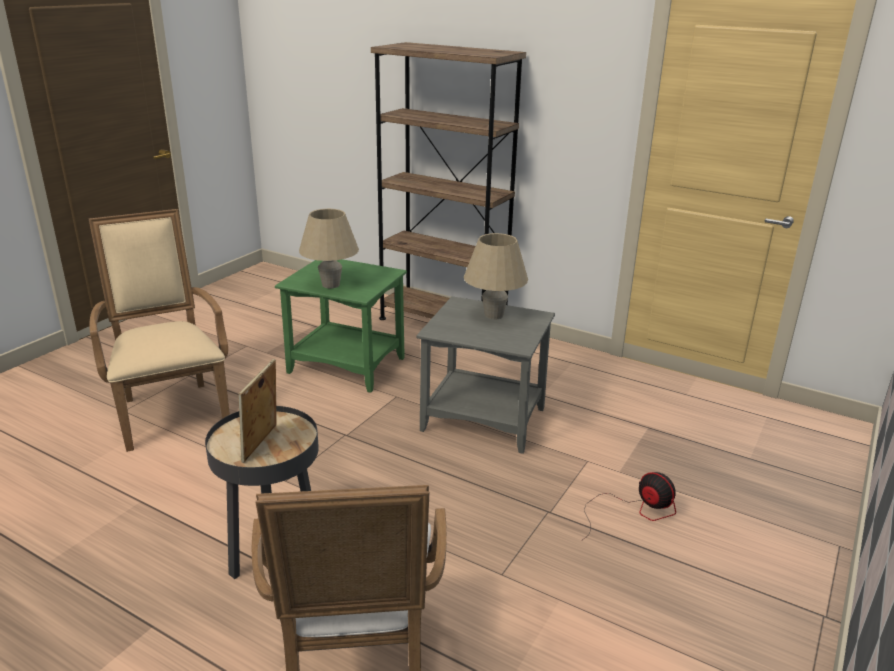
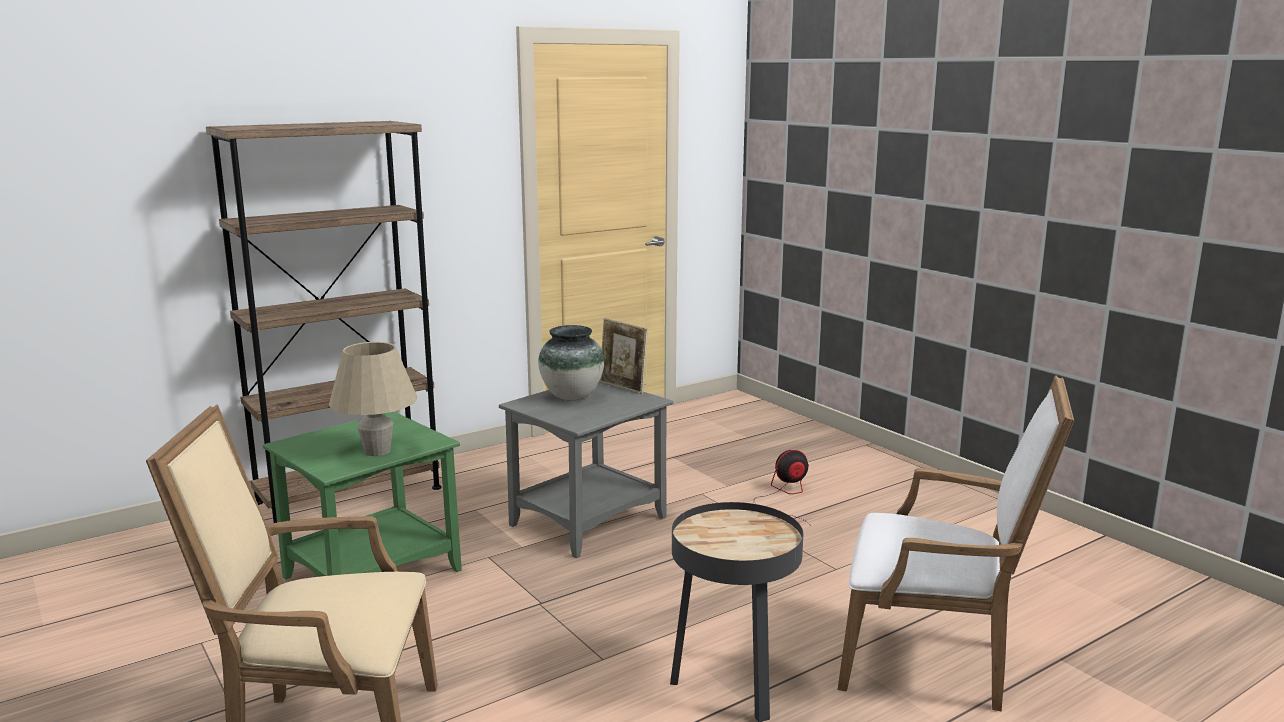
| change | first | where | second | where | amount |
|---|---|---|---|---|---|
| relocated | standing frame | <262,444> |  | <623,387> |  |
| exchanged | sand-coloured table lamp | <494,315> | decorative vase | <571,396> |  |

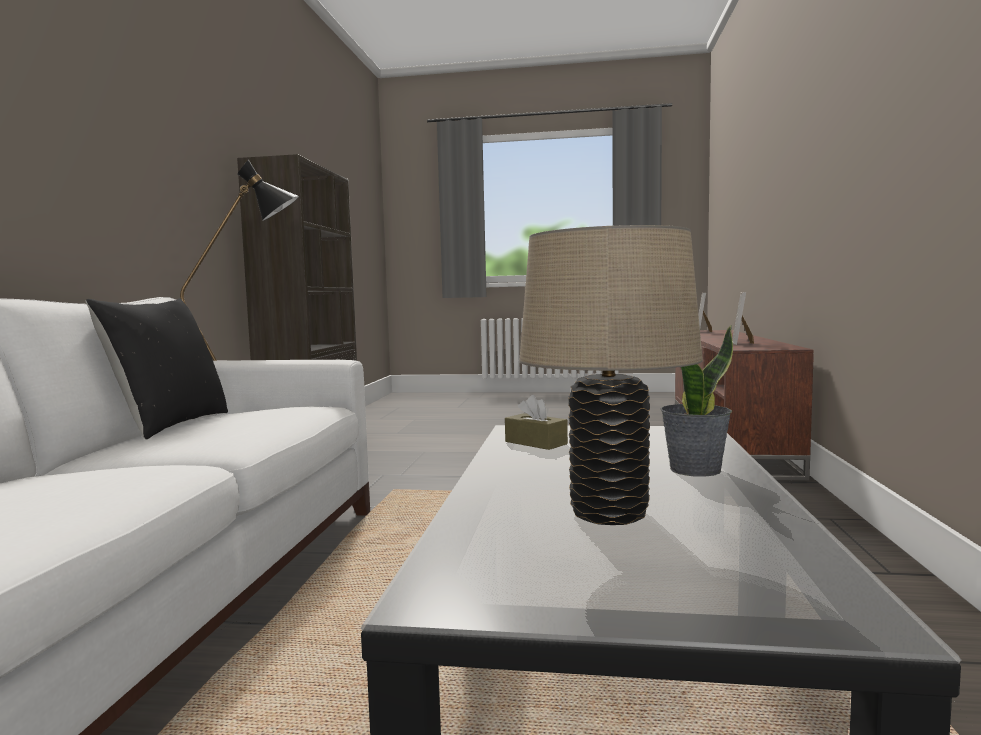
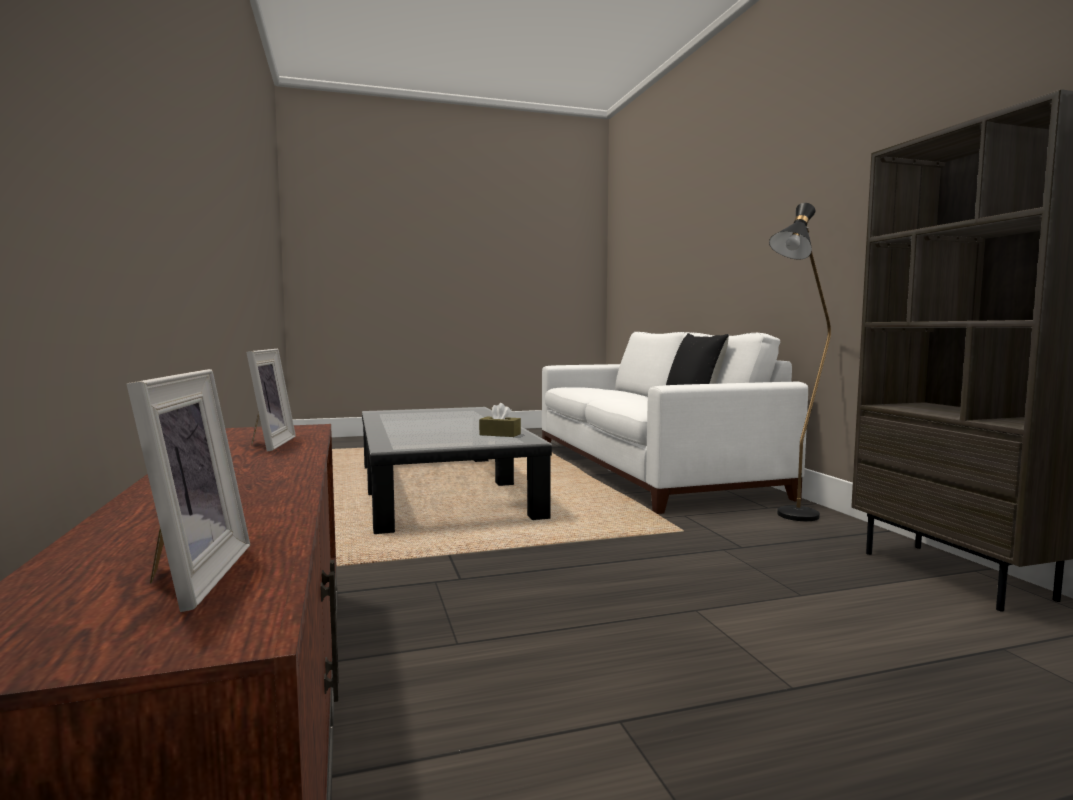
| change | first | where | second | where | amount |
|---|---|---|---|---|---|
| missing | sand-coloured table lamp | <609,513> |  |  |  |
| missing | potted plant | <694,469> |  |  |  |

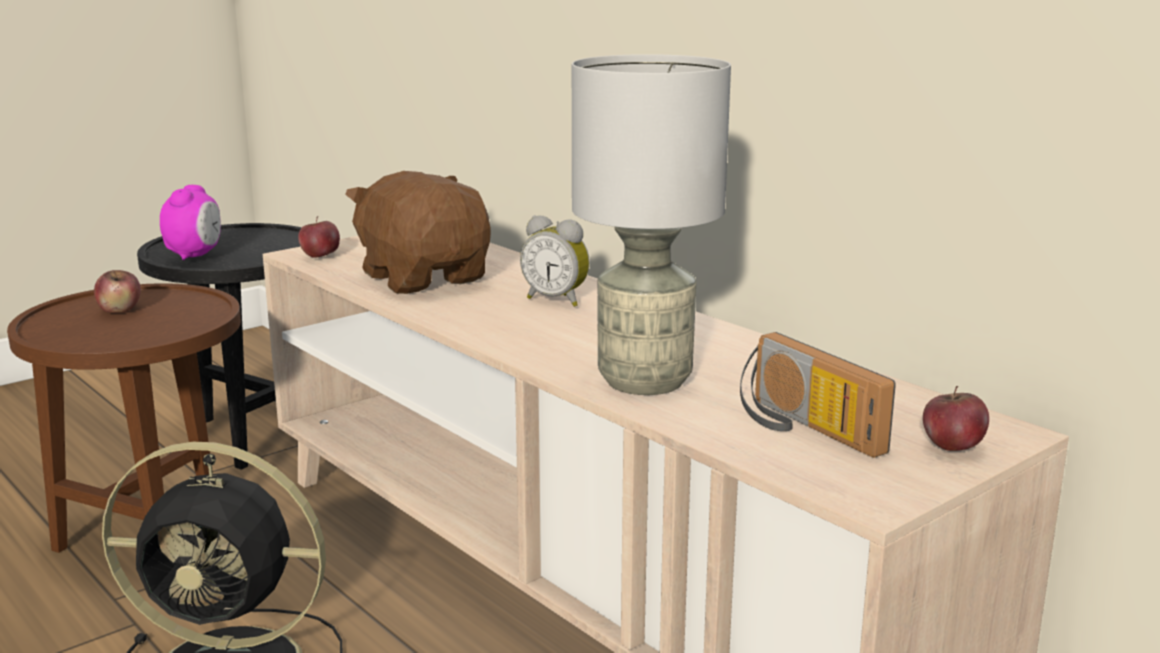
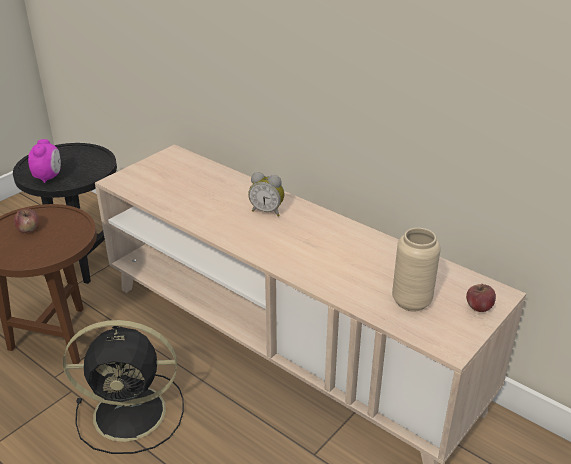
| change | first | where | second | where | amount |
|---|---|---|---|---|---|
| missing | apple | <320,256> |  |  |  |
| missing | brownish plush toy | <425,278> |  |  |  |
| missing | greyish table lamp | <647,381> |  |  |  |
| exchanged | radio set | <802,428> | sand-coloured decorative vase | <411,301> |  |

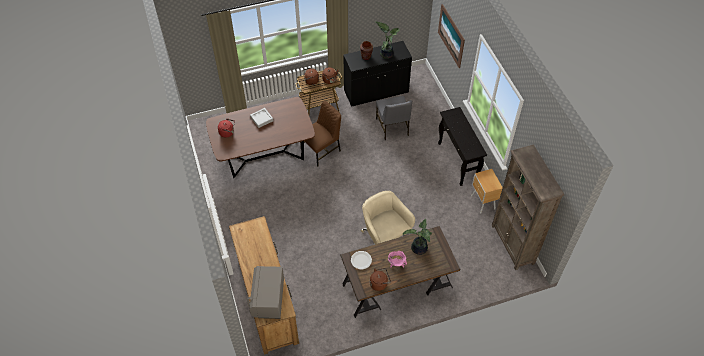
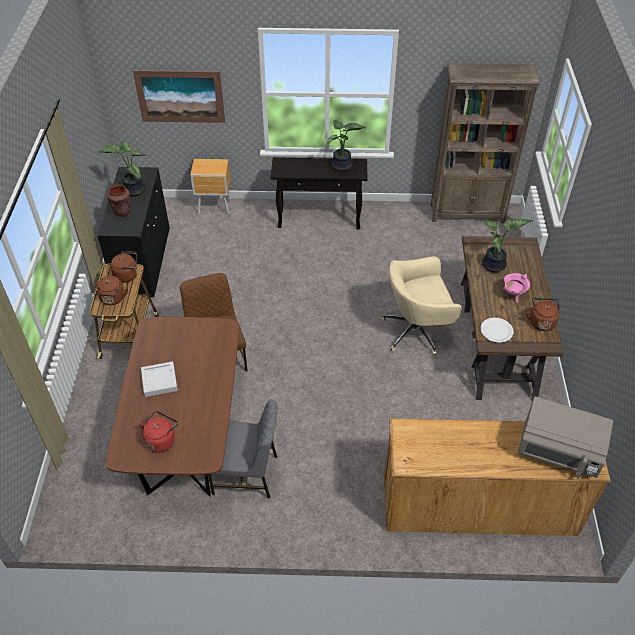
| change | first | where | second | where | amount |
|---|---|---|---|---|---|
| appeared |  |  | potted plant | <342,167> |  |
| relocated | greyish plain chair | <392,127> |  | <246,474> |  |
| relocated | brownish nightstand | <482,203> |  | <215,207> |  |

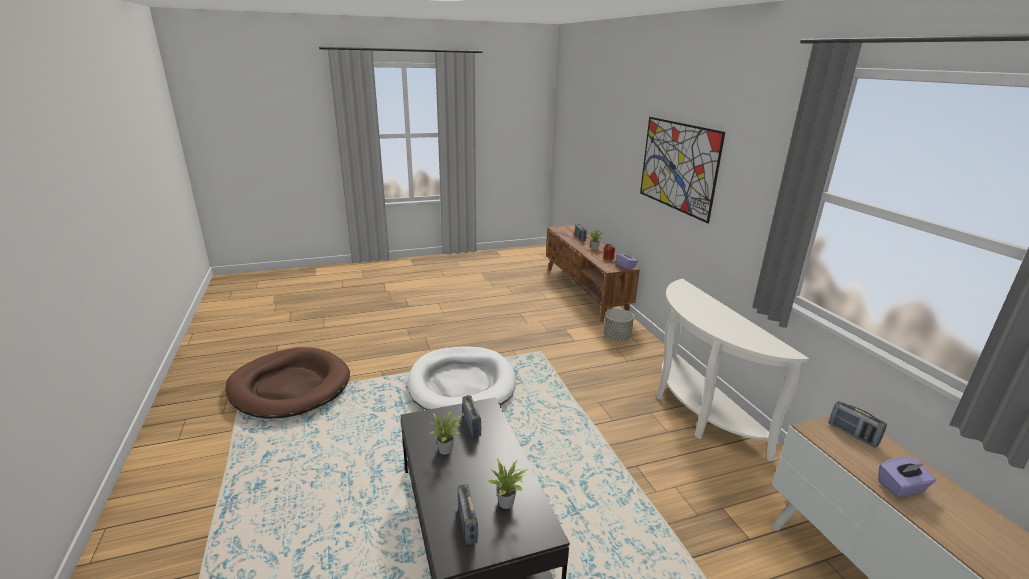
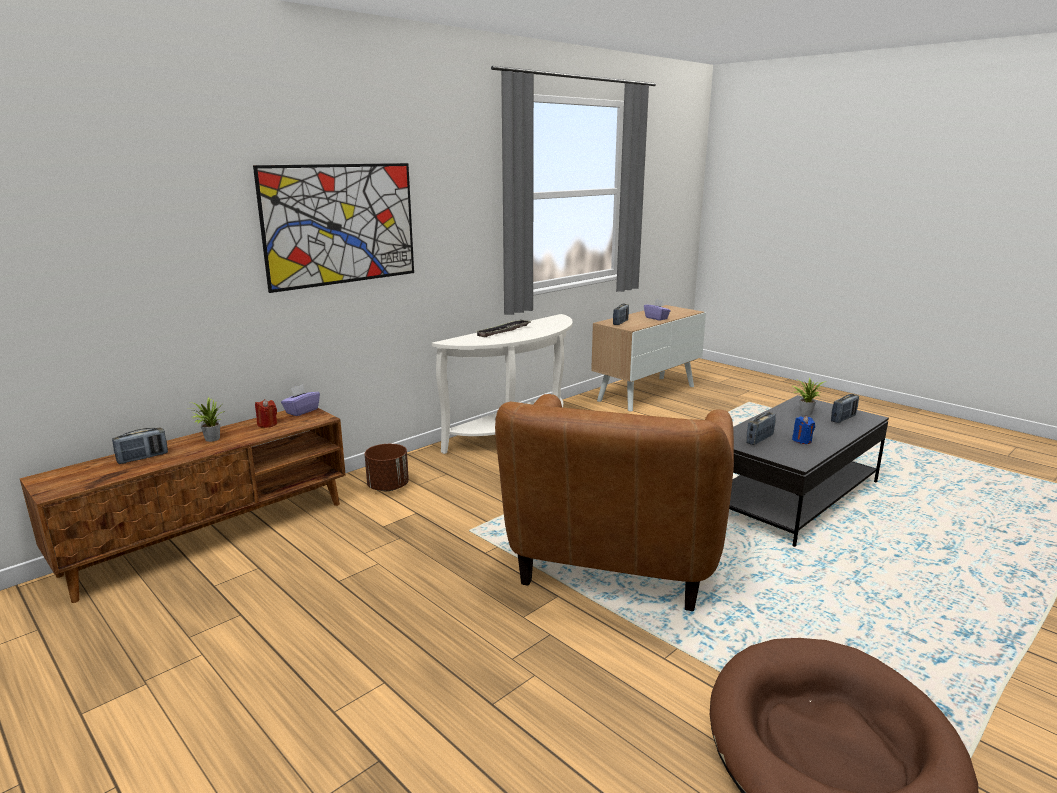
| change | first | where | second | where | amount |
|---|---|---|---|---|---|
| appeared |  |  | serving tray | <504,331> |  |
| exchanged | white-coloured dog bed | <461,384> | brownish lounge chair | <613,566> |  |
| exchanged | potted plant | <447,449> | bluish candle | <802,440> |  |
| colour | greyish planter | <617,338> | brownish planter | <388,487> |  |

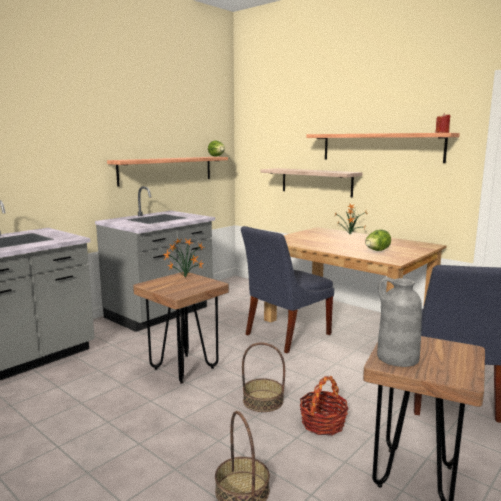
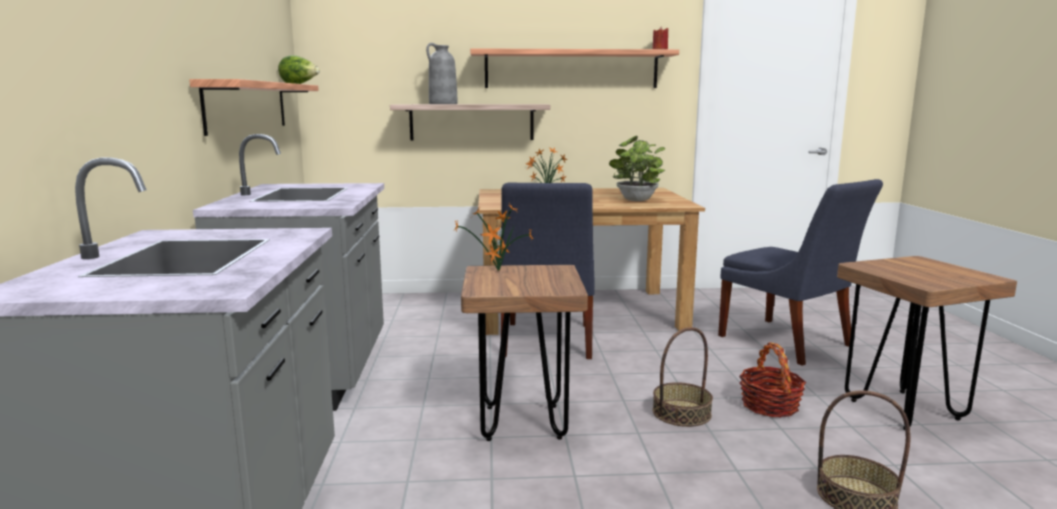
| change | first | where | second | where | amount |
|---|---|---|---|---|---|
| relocated | greyish decorative vase | <397,358> |  | <443,104> |  |
| exchanged | head of lettuce | <376,251> | potted plant | <636,200> |  |

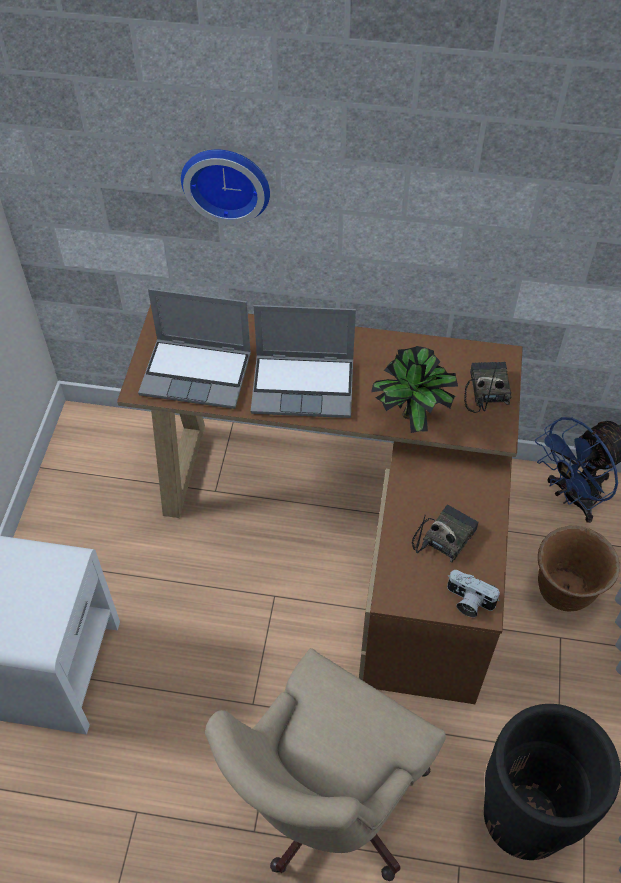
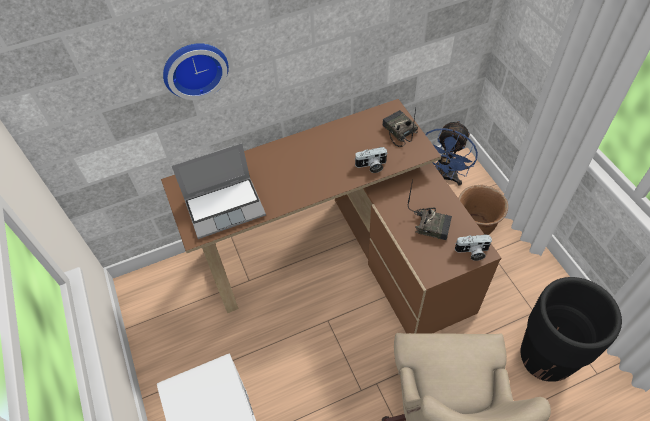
| change | first | where | second | where | amount |
|---|---|---|---|---|---|
| missing | notebook computer | <304,386> |  |  |  |
| exchanged | potted plant | <412,417> | still camera | <371,166> |  |
| spun | radio set | <443,537> |  | <431,224> | 105 degrees clockwise |

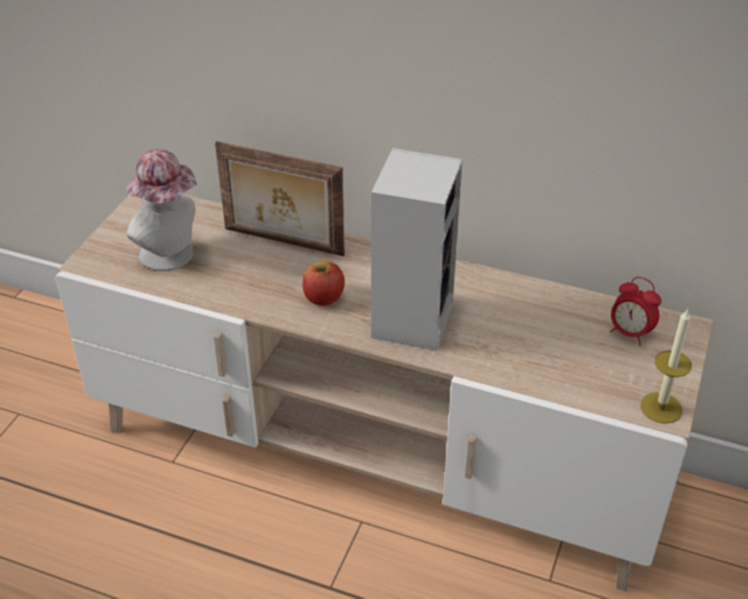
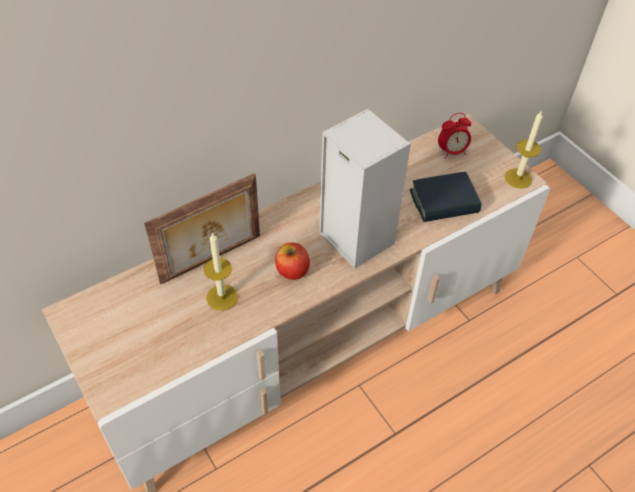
| change | first | where | second | where | amount |
|---|---|---|---|---|---|
| missing | clothing hat | <172,256> |  |  |  |
| appeared |  |  | candle | <222,297> |  |
| appeared |  |  | volume | <444,202> |  |

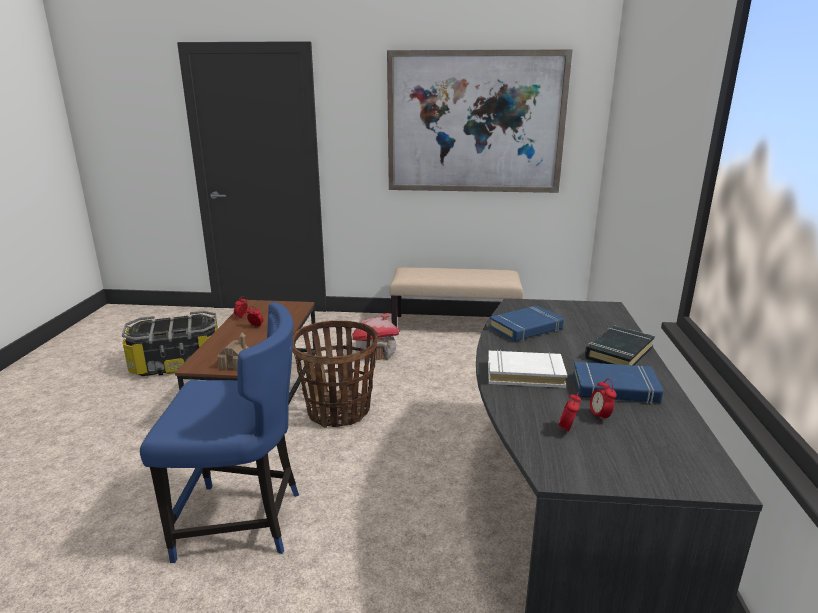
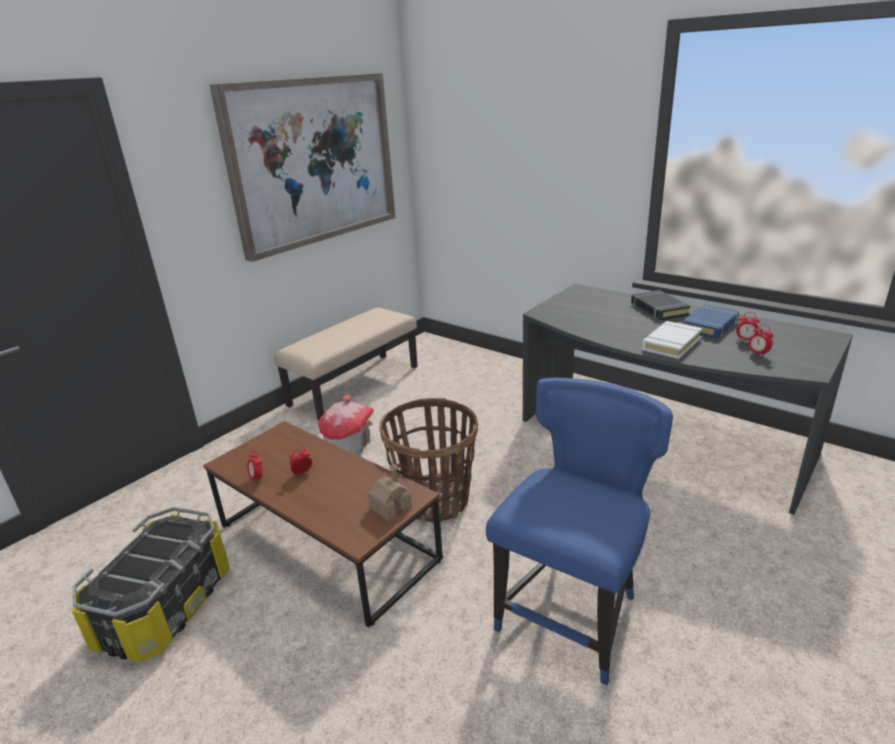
| change | first | where | second | where | amount |
|---|---|---|---|---|---|
| missing | bluish volume | <526,328> |  |  |  |

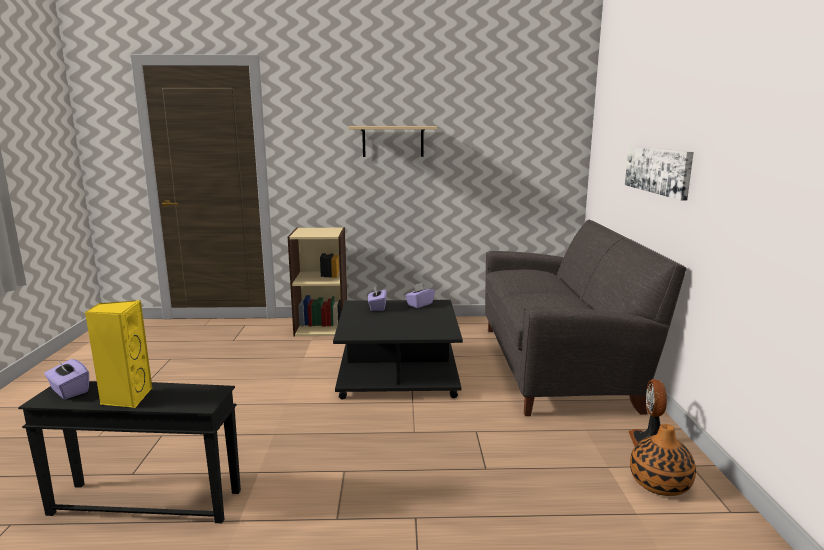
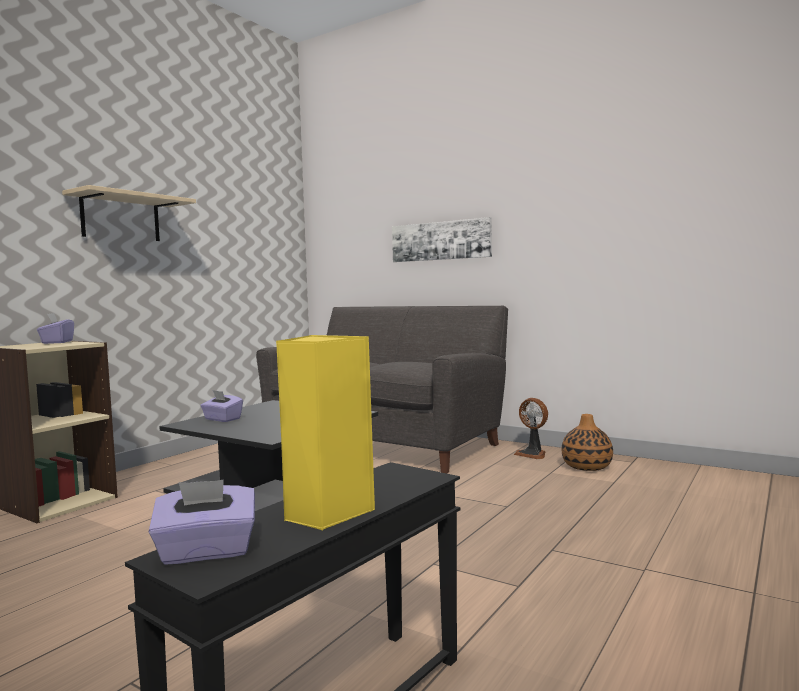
| change | first | where | second | where | amount |
|---|---|---|---|---|---|
| relocated | purplish tissue box | <419,304> |  | <57,342> |  |

